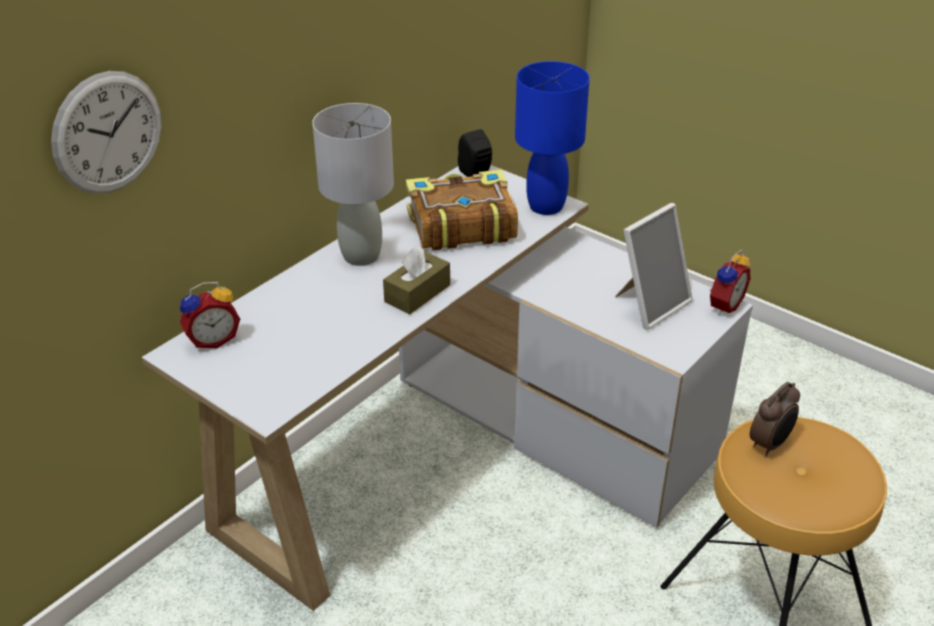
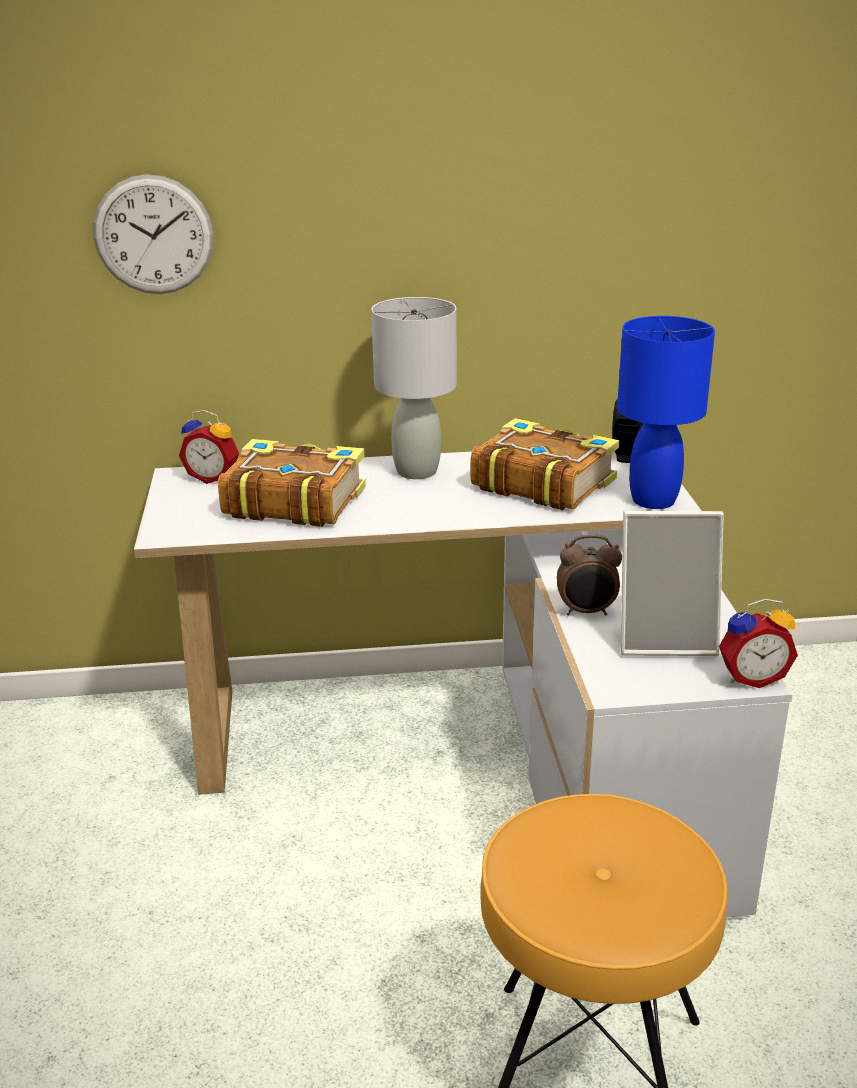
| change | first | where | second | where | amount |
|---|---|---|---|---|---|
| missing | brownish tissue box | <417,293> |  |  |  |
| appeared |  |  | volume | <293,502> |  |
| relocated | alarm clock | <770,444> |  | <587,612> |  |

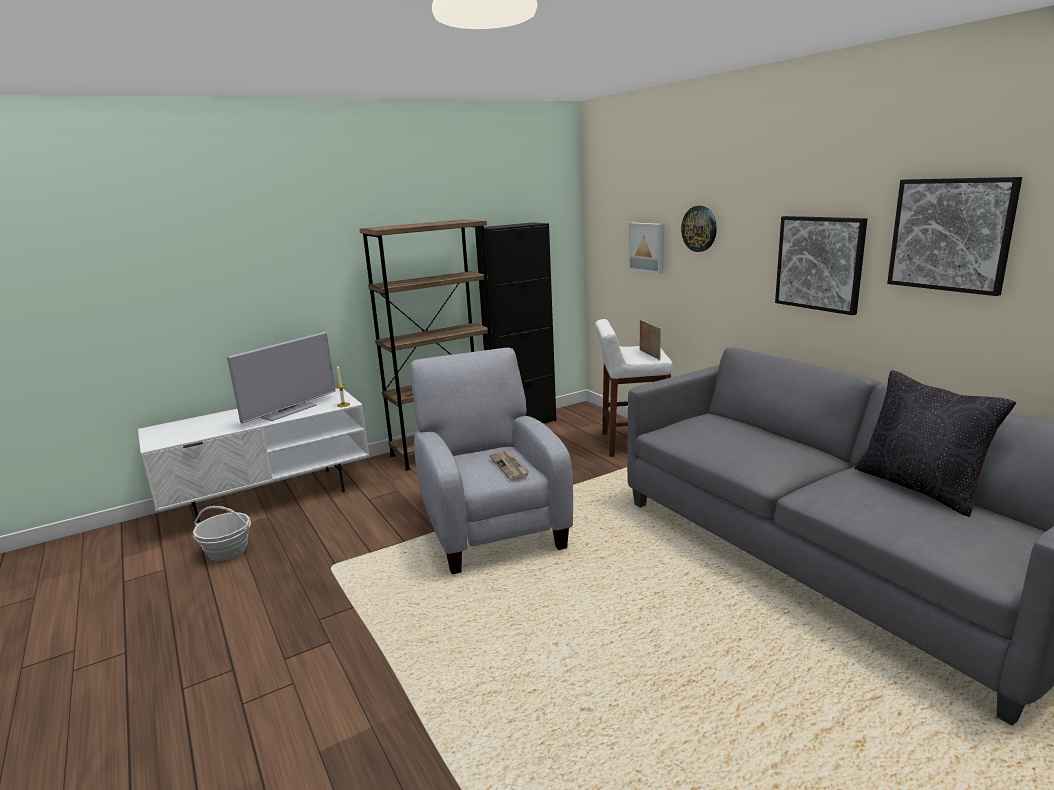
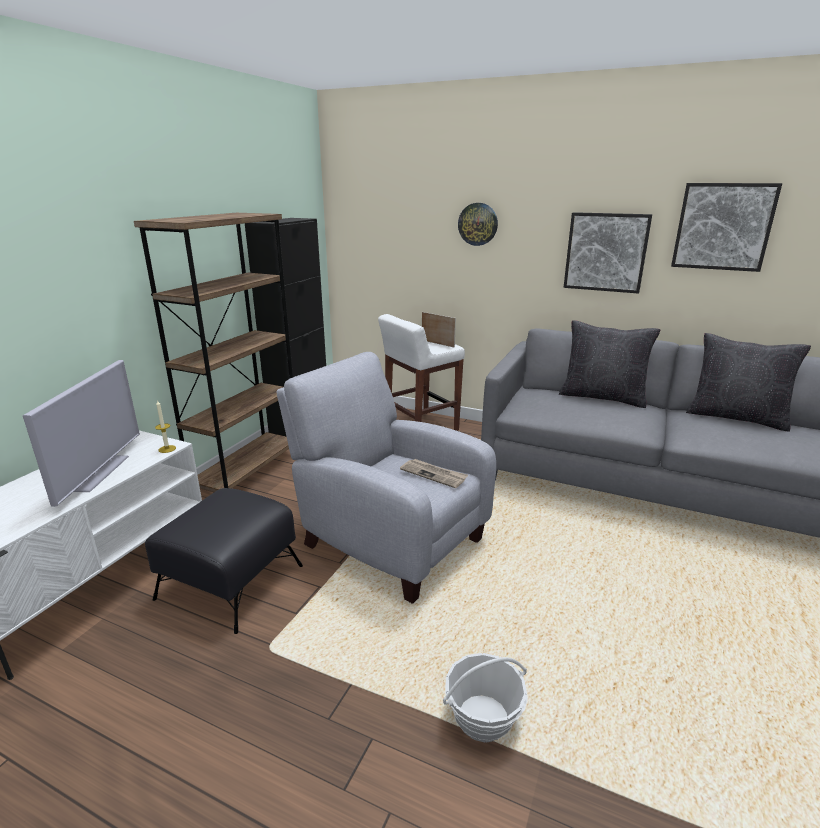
| change | first | where | second | where | amount |
|---|---|---|---|---|---|
| missing | picture | <647,247> |  |  |  |
| appeared |  |  | black ottoman | <232,581> |  |
| appeared |  |  | black cushion | <602,397> |  |
| relocated | storage basket | <227,551> |  | <483,718> |  |

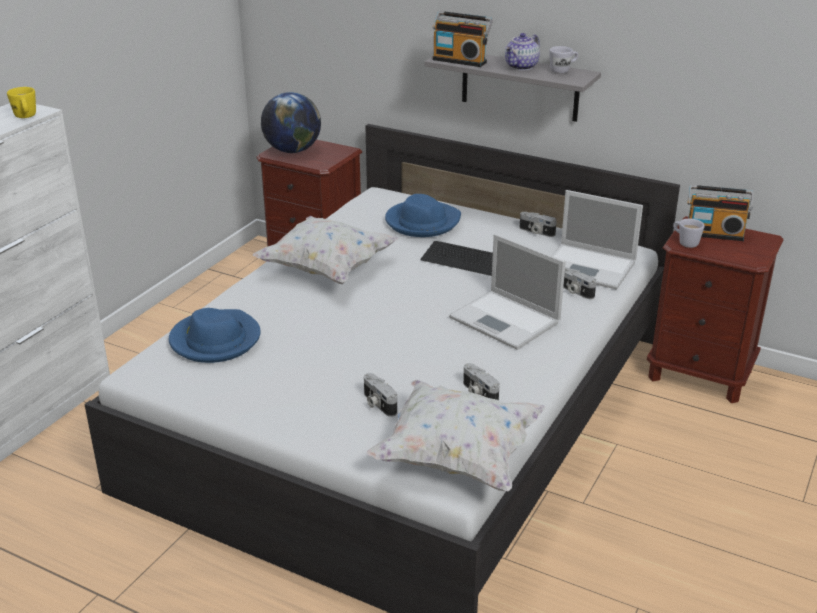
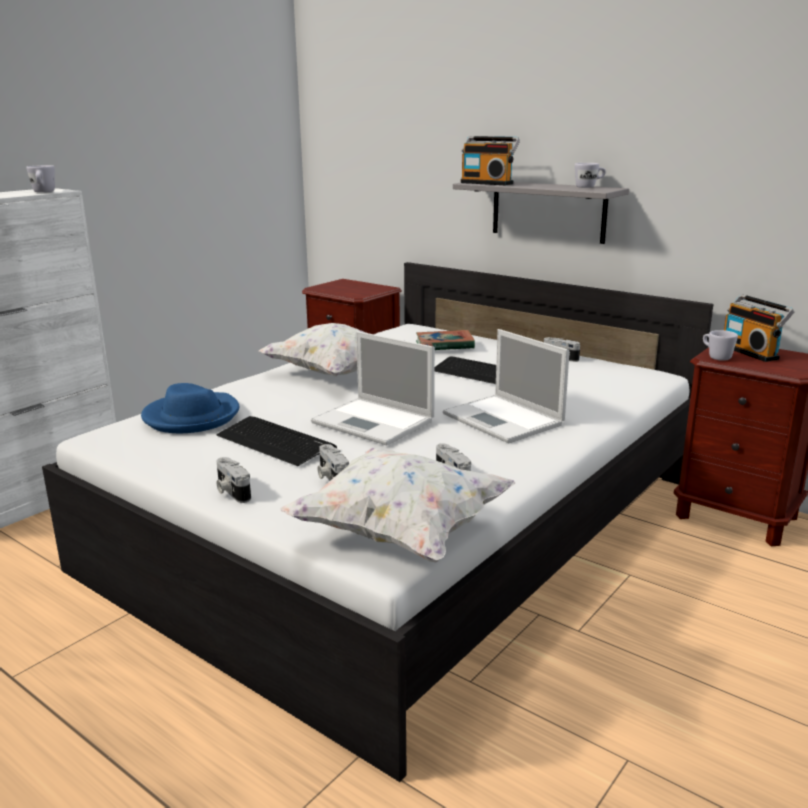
| change | first | where | second | where | amount |
|---|---|---|---|---|---|
| missing | desk globe | <292,150> |  |  |  |
| missing | pot for tea | <522,67> |  |  |  |
| appeared |  |  | keyboard | <275,442> |  |
| relocated | notebook computer | <590,267> |  | <375,422> |  |
| relocated | still camera | <574,291> |  | <231,491> |  |
| exchanged | bluish clothing hat | <422,222> | volume | <444,345> |  |
| colour | yellow-coloured mug | <26,117> | white-coloured mug | <43,192> |  |
| spun | radio set | <714,233> |  | <751,352> | 45 degrees clockwise |

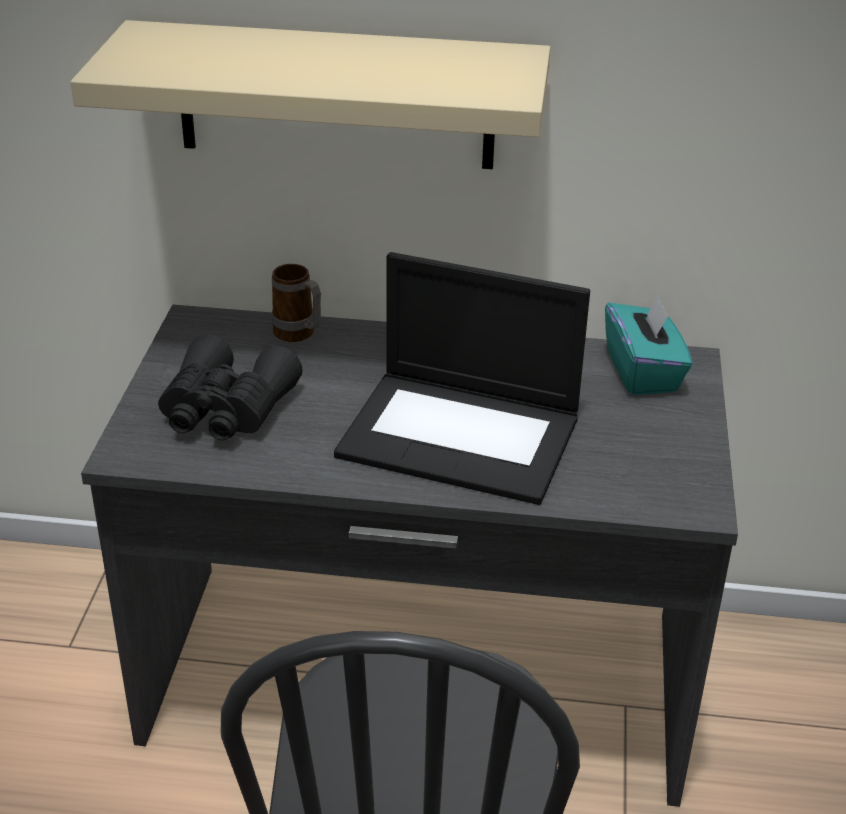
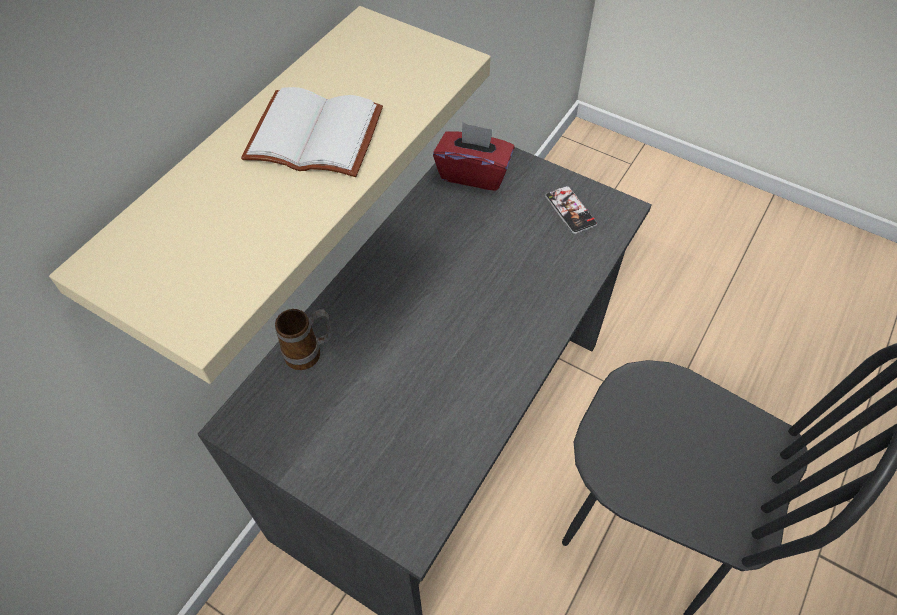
| change | first | where | second | where | amount |
|---|---|---|---|---|---|
| missing | black field glasses | <226,410> |  |  |  |
| missing | notebook computer | <462,435> |  |  |  |
| appeared |  |  | white-coloured volume | <318,134> |  |
| appeared |  |  | handset | <570,210> |  |
| colour | blue-green tissue box | <643,372> | red-coloured tissue box | <473,173> |  |

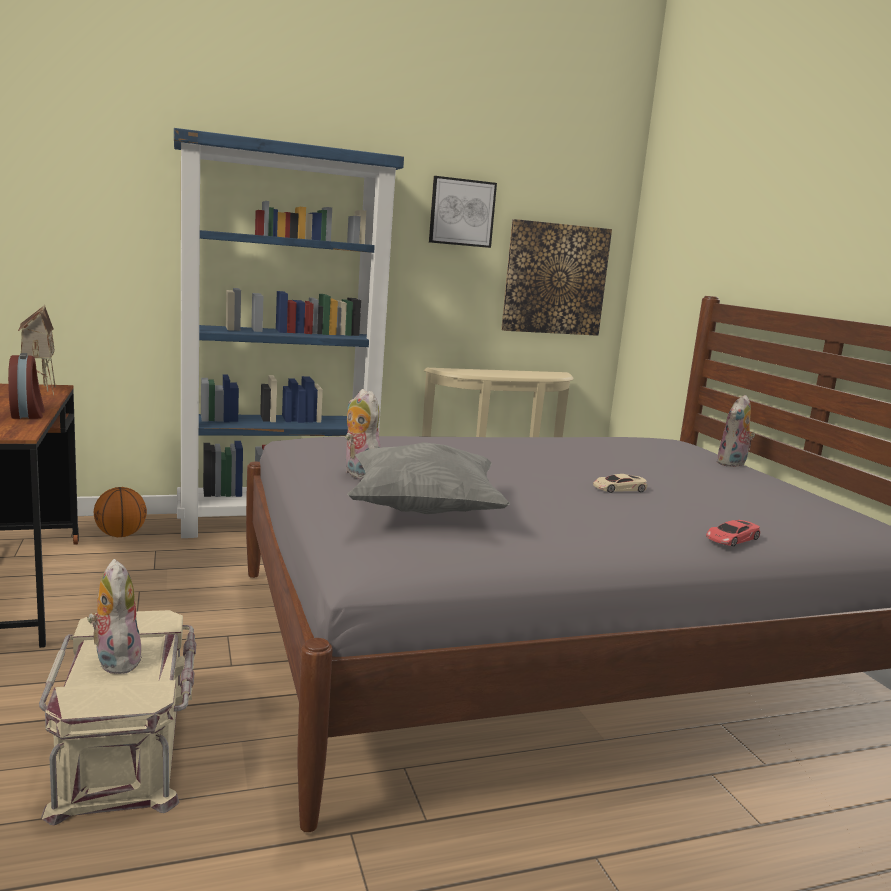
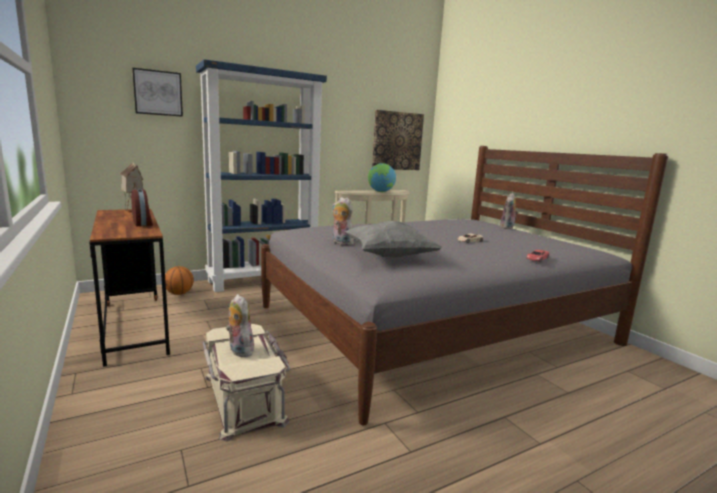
| change | first | where | second | where | amount |
|---|---|---|---|---|---|
| appeared |  |  | desk globe | <380,192> |  |
| relocated | picture | <461,212> |  | <158,93> |  |

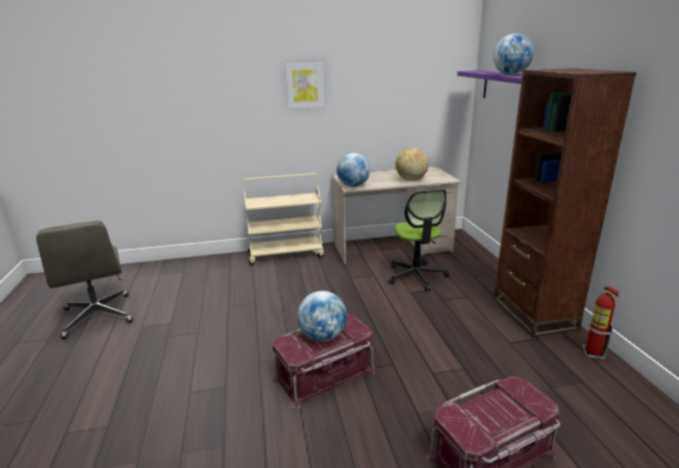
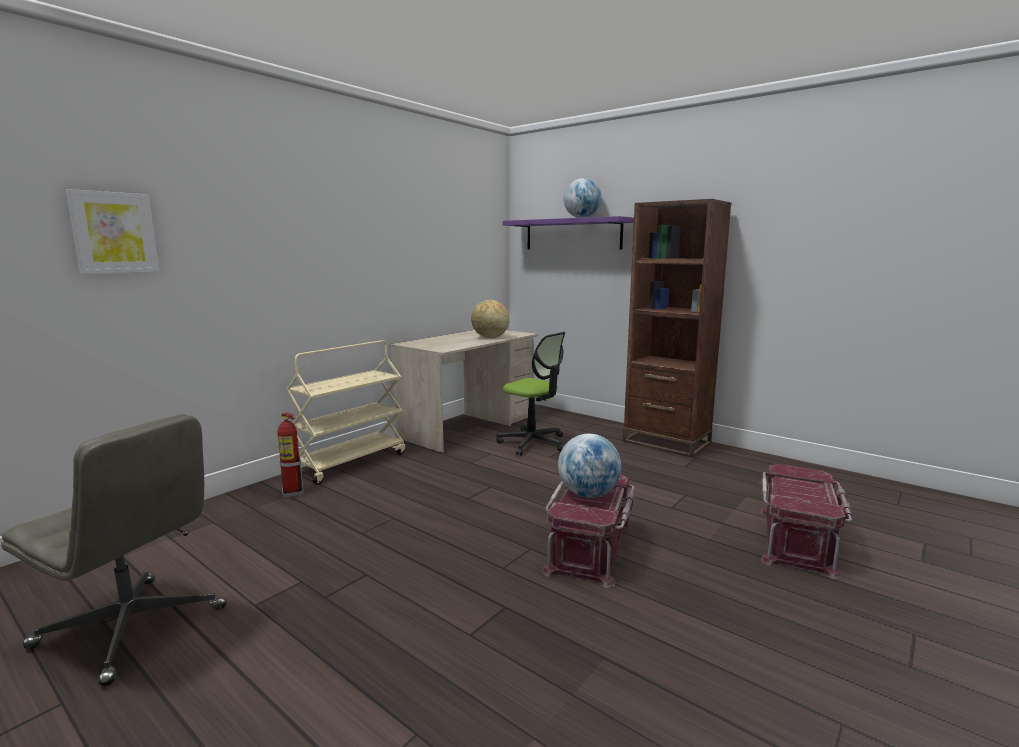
| change | first | where | second | where | amount |
|---|---|---|---|---|---|
| missing | desk globe | <353,186> |  |  |  |
| relocated | picture | <304,85> |  | <114,233> |  |
| relocated | fire extinguisher | <593,354> |  | <292,493> |  |

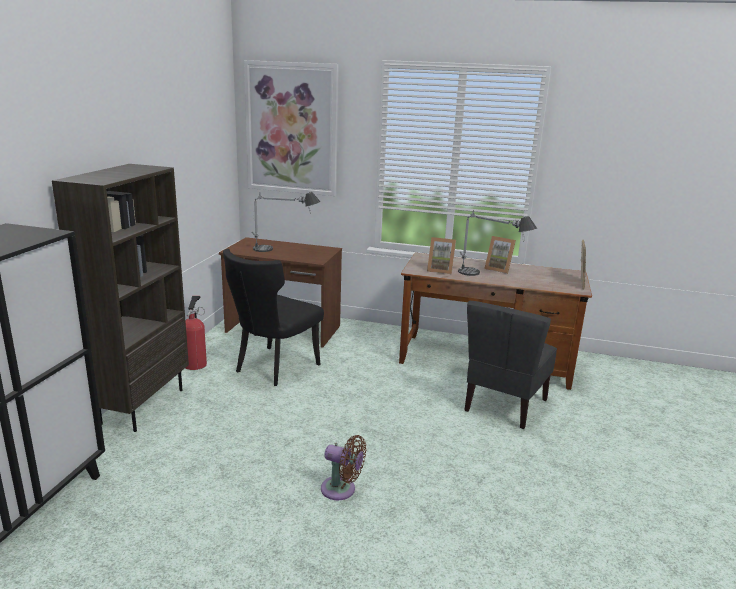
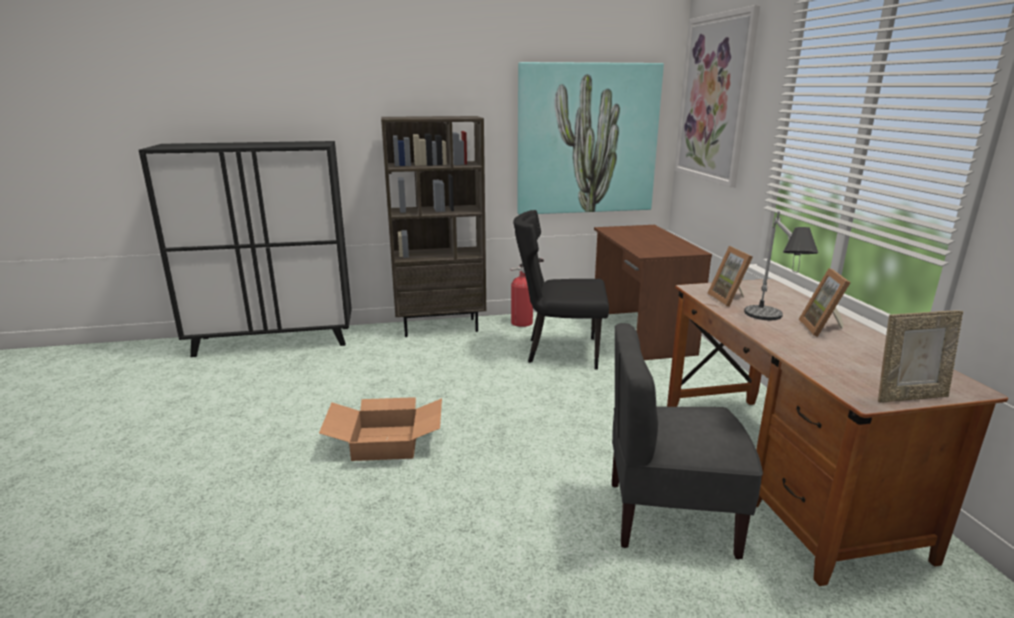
| change | first | where | second | where | amount |
|---|---|---|---|---|---|
| missing | table lamp | <283,250> |  |  |  |
| appeared |  |  | picture | <586,139> |  |
| exchanged | brownish cooling fan | <341,490> | packing box | <387,442> |  |

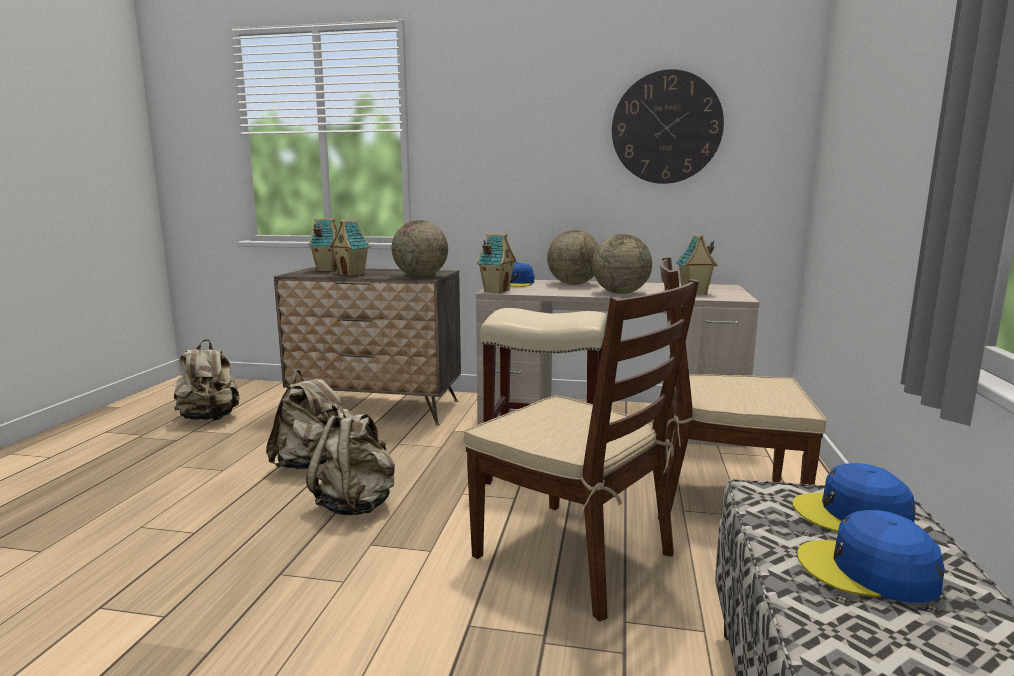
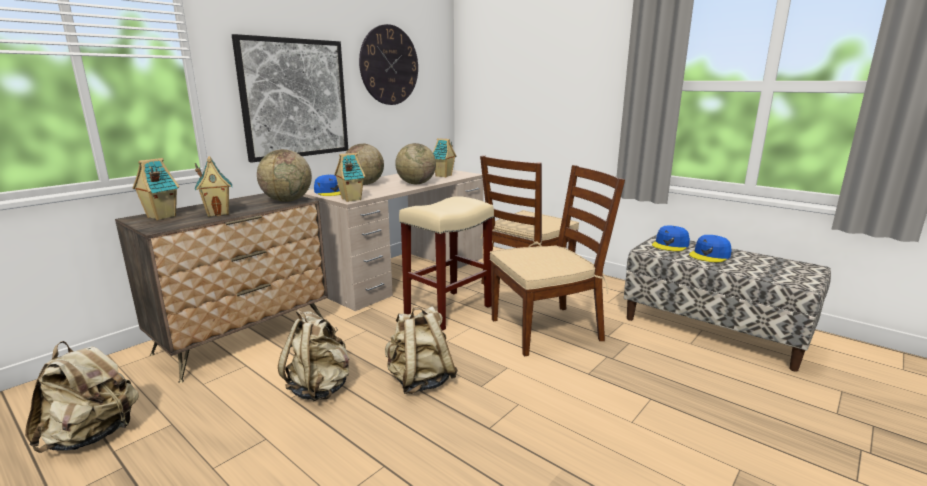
| change | first | where | second | where | amount |
|---|---|---|---|---|---|
| appeared |  |  | picture | <295,99> |  |

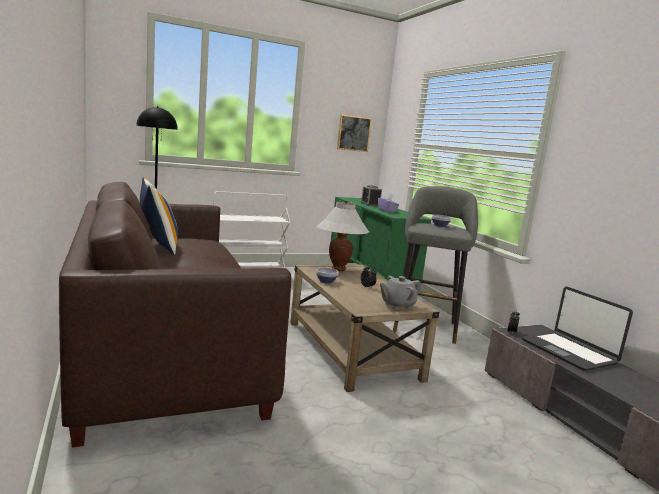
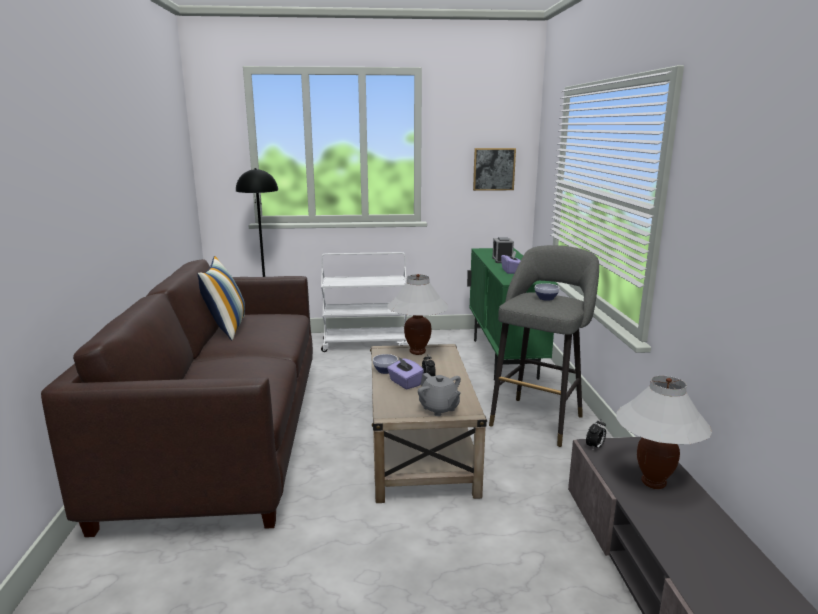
| change | first | where | second | where | amount |
|---|---|---|---|---|---|
| appeared |  |  | purplish tissue box | <404,383> |  |
| exchanged | notebook computer | <569,352> | white-coloured table lamp | <654,483> |  |
| spun | greyish pot for tea | <397,305> |  | <439,408> | 120 degrees counterclockwise |

